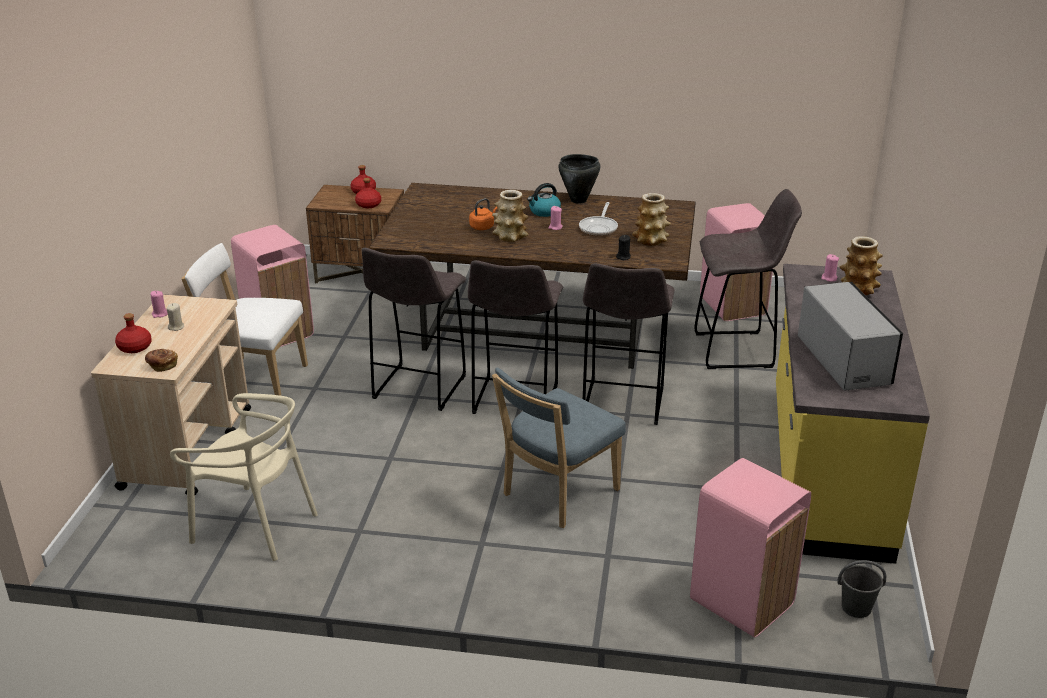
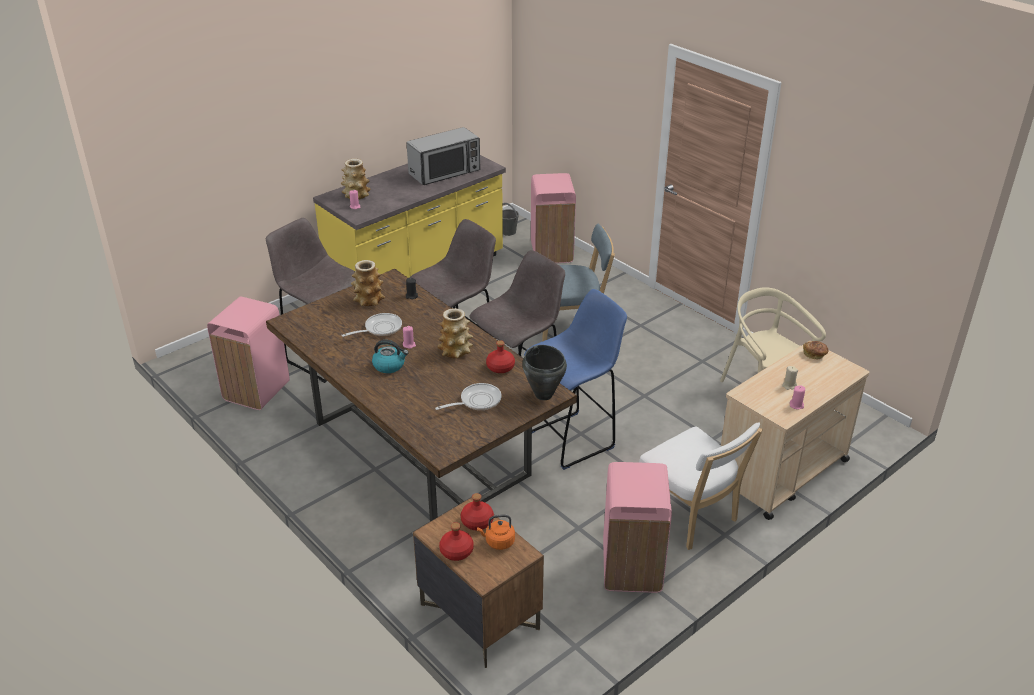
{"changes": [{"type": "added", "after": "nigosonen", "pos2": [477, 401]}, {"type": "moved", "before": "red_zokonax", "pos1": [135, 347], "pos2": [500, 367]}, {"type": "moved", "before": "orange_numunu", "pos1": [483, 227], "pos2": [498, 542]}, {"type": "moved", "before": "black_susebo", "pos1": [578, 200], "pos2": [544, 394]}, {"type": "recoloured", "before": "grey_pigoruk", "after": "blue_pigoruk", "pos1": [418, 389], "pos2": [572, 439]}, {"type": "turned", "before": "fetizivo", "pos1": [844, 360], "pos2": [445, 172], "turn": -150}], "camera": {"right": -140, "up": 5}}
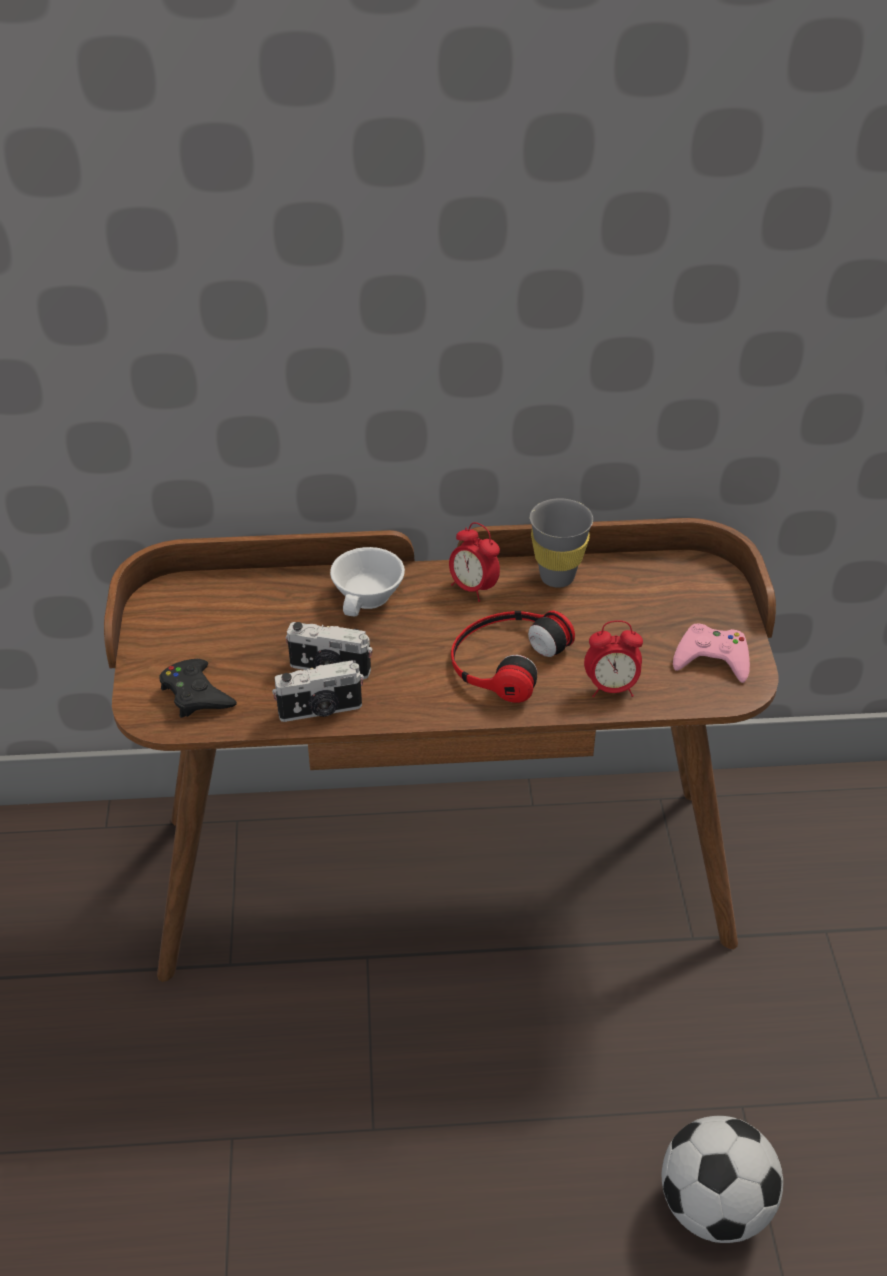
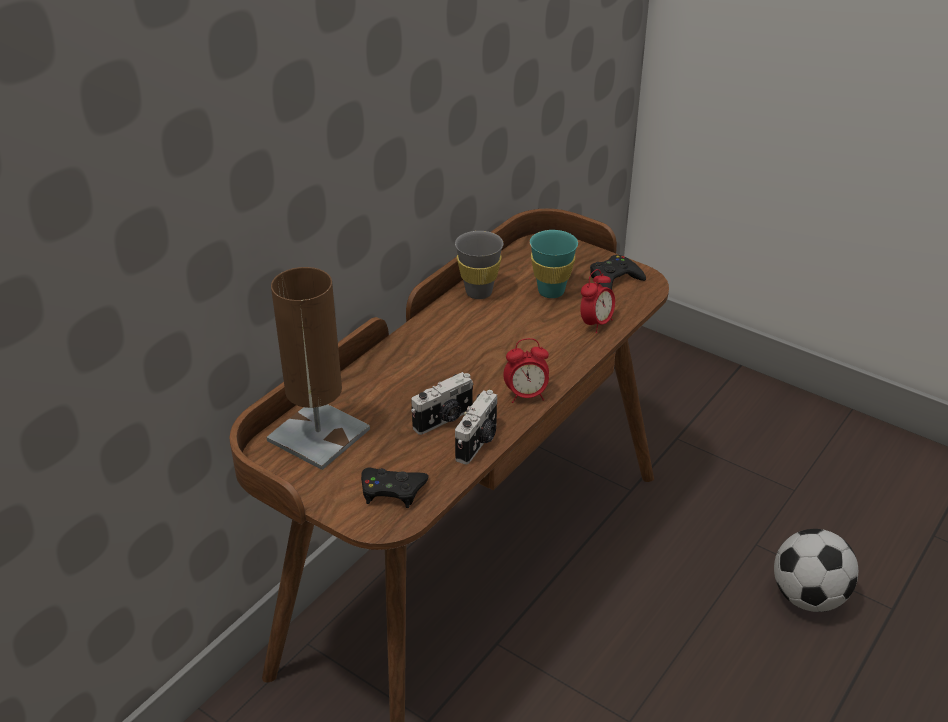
{"changes": [{"type": "removed", "before": "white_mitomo", "pos1": [370, 597]}, {"type": "removed", "before": "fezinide", "pos1": [505, 659]}, {"type": "added", "after": "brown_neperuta", "pos2": [318, 435]}, {"type": "added", "after": "turquoise_mitomo", "pos2": [551, 291]}, {"type": "moved", "before": "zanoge", "pos1": [473, 588], "pos2": [526, 395]}, {"type": "recoloured", "before": "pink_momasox", "after": "black_momasox", "pos1": [712, 659], "pos2": [614, 279]}], "camera": {"right": -50, "up": -5}}
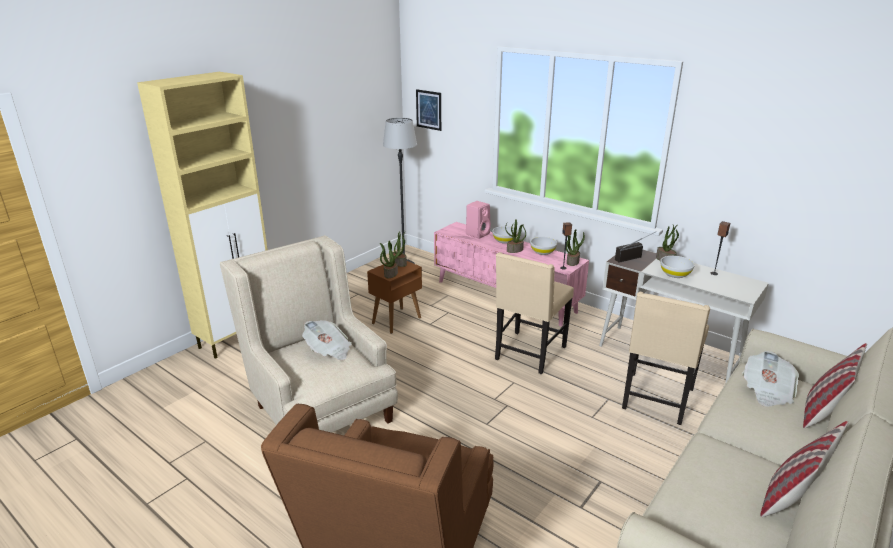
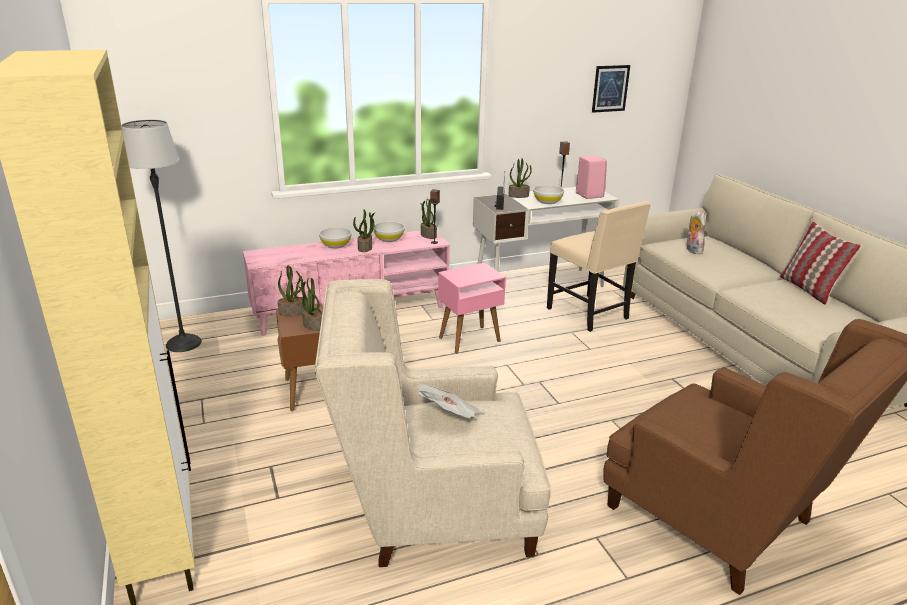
{"changes": [{"type": "removed", "before": "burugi", "pos1": [822, 412]}, {"type": "moved", "before": "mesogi", "pos1": [428, 110], "pos2": [610, 88]}, {"type": "moved", "before": "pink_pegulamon", "pos1": [478, 233], "pos2": [588, 195]}, {"type": "replaced", "before": "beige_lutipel", "after": "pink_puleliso", "pos1": [529, 354], "pos2": [469, 339]}, {"type": "replaced", "before": "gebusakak", "after": "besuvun", "pos1": [767, 391], "pos2": [692, 250]}], "camera": {"right": -60, "up": 0}}
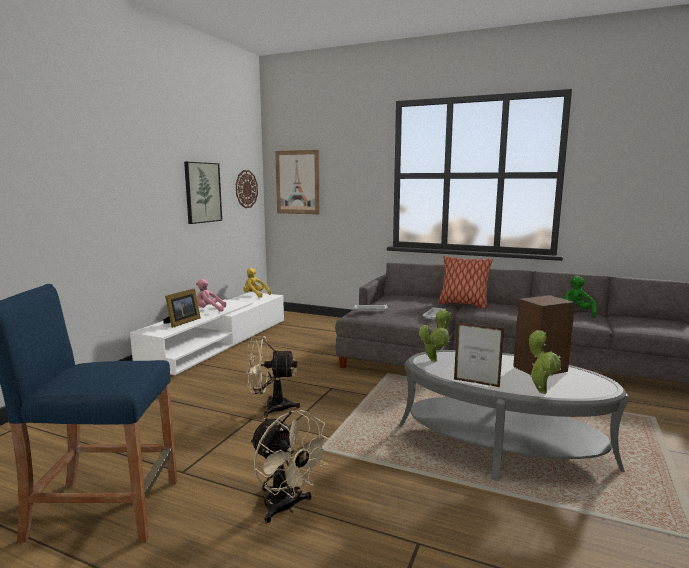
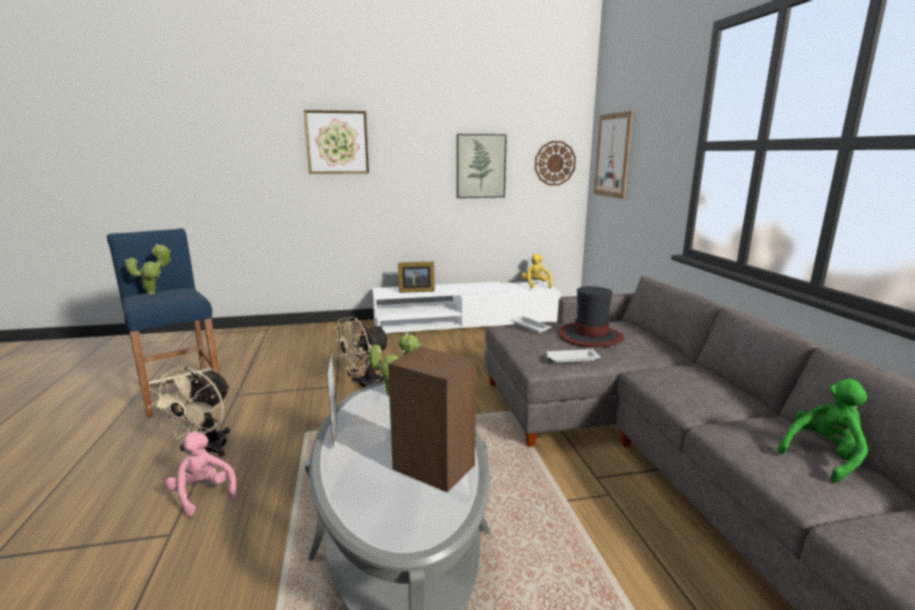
{"changes": [{"type": "removed", "before": "burugi", "pos1": [463, 304]}, {"type": "added", "after": "mesogi", "pos2": [337, 142]}, {"type": "added", "after": "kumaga", "pos2": [590, 337]}, {"type": "moved", "before": "pink_besuvun", "pos1": [209, 310], "pos2": [203, 494]}, {"type": "moved", "before": "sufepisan", "pos1": [541, 390], "pos2": [154, 293]}, {"type": "turned", "before": "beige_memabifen", "pos1": [271, 407], "pos2": [364, 385], "turn": -90}], "camera": {"right": 55, "up": 5}}
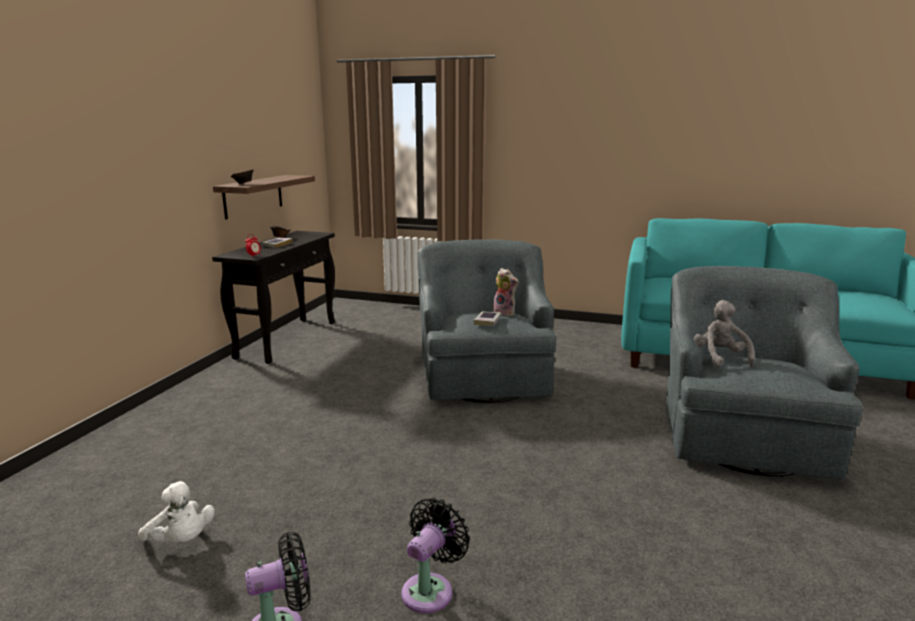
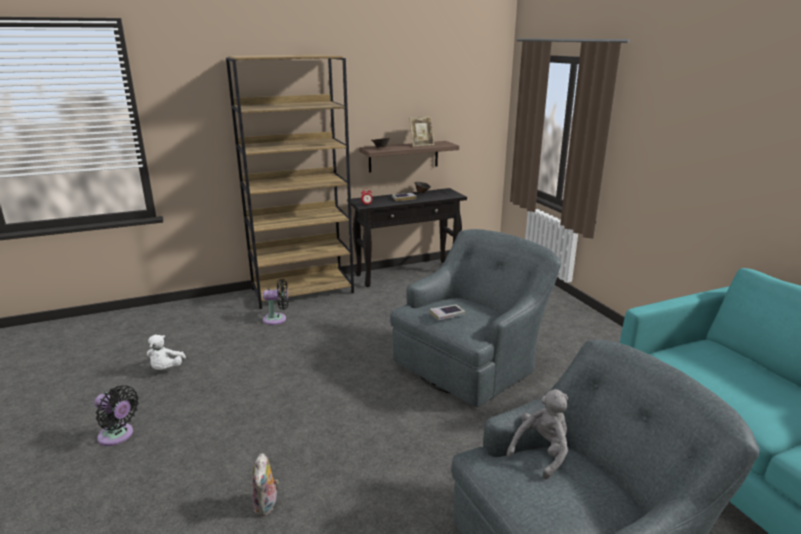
{"changes": [{"type": "added", "after": "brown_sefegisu", "pos2": [303, 291]}, {"type": "added", "after": "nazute", "pos2": [421, 145]}, {"type": "moved", "before": "black_memabifen", "pos1": [430, 589], "pos2": [277, 319]}, {"type": "moved", "before": "besuvun", "pos1": [505, 313], "pos2": [267, 505]}], "camera": {"right": 50, "up": 5}}
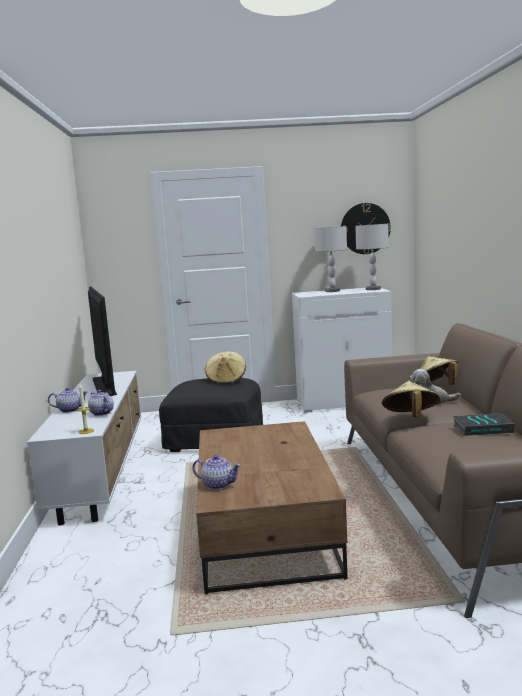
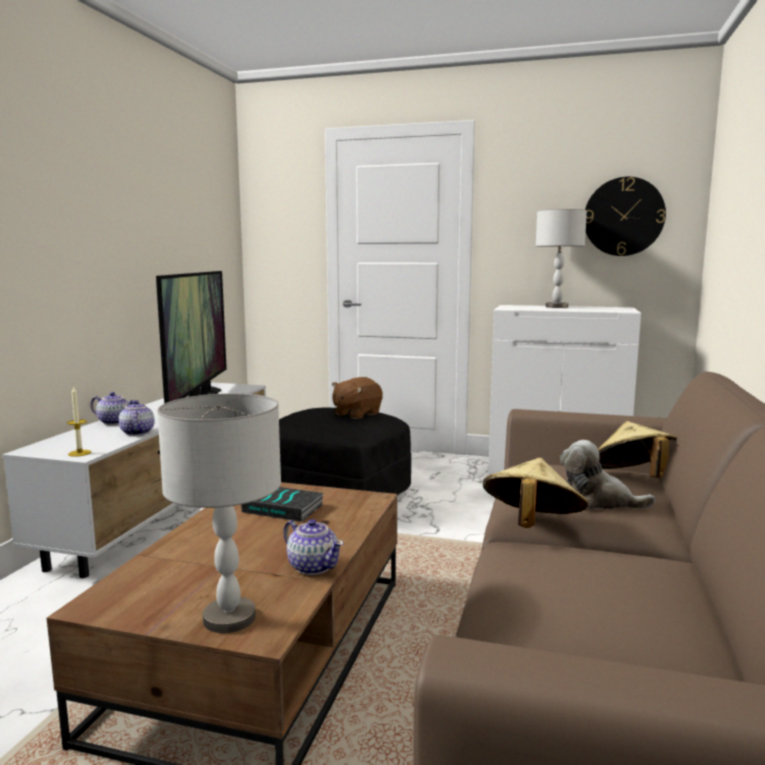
{"changes": [{"type": "moved", "before": "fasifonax", "pos1": [217, 485], "pos2": [313, 566]}, {"type": "moved", "before": "grey_neperuta", "pos1": [373, 289], "pos2": [230, 618]}, {"type": "moved", "before": "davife", "pos1": [483, 428], "pos2": [284, 508]}, {"type": "replaced", "before": "beige_kumaga", "after": "brown_besuvun", "pos1": [226, 380], "pos2": [356, 414]}], "camera": {"right": 20, "up": 0}}
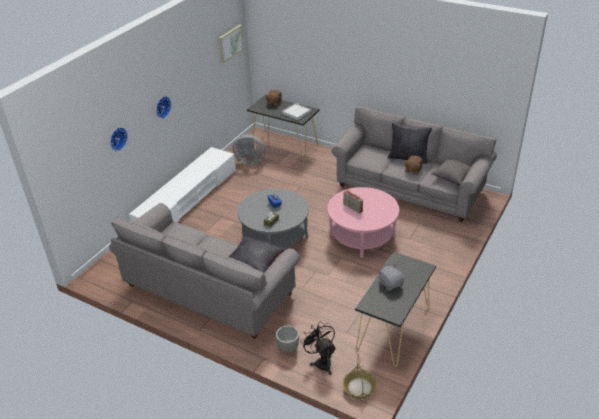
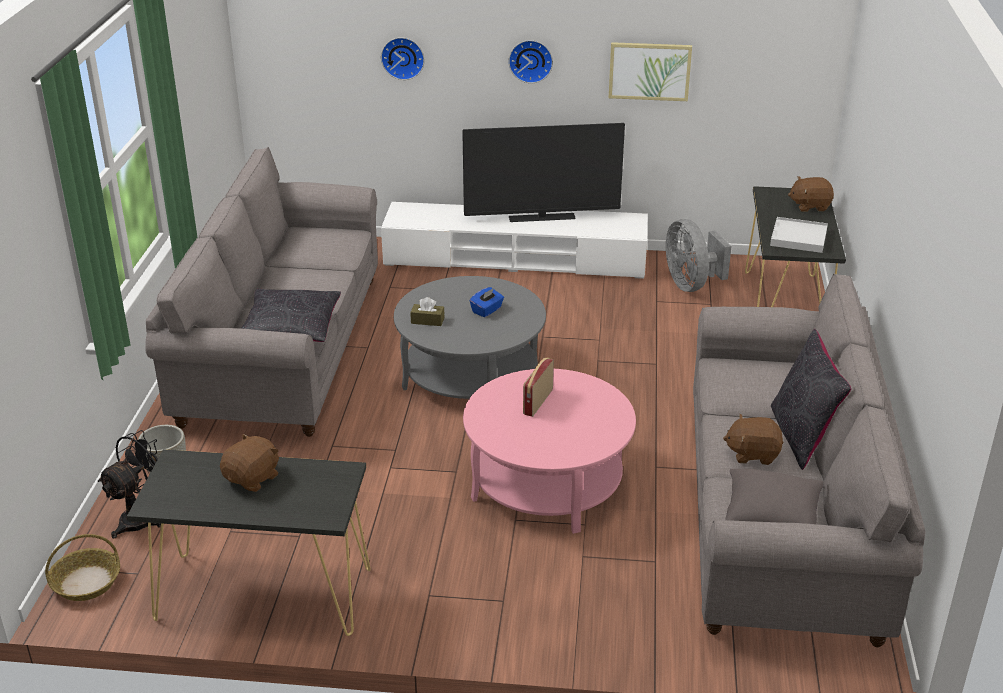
{"changes": [{"type": "added", "after": "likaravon", "pos2": [542, 218]}, {"type": "moved", "before": "mesogi", "pos1": [230, 43], "pos2": [649, 71]}, {"type": "recoloured", "before": "grey_besuvun", "after": "brown_besuvun", "pos1": [390, 284], "pos2": [253, 478]}], "camera": {"right": 65, "up": -5}}
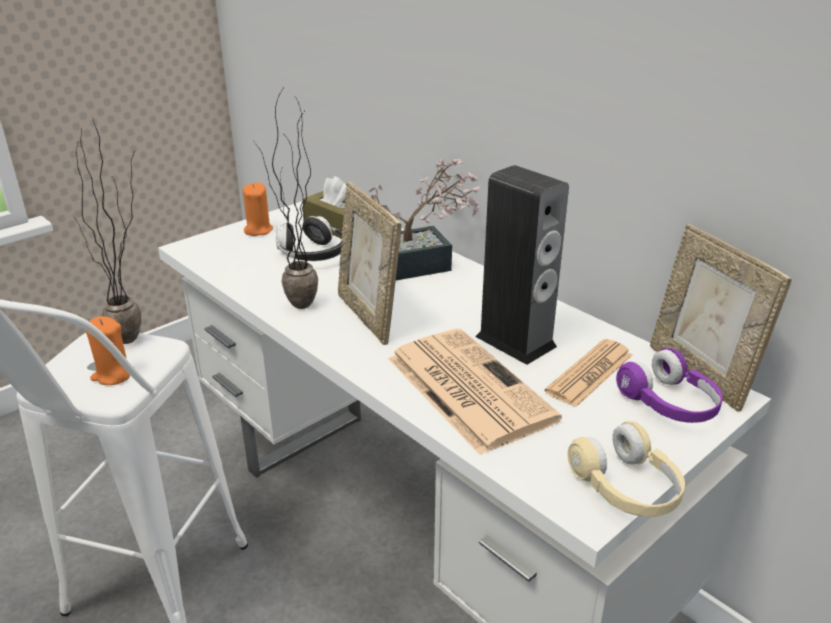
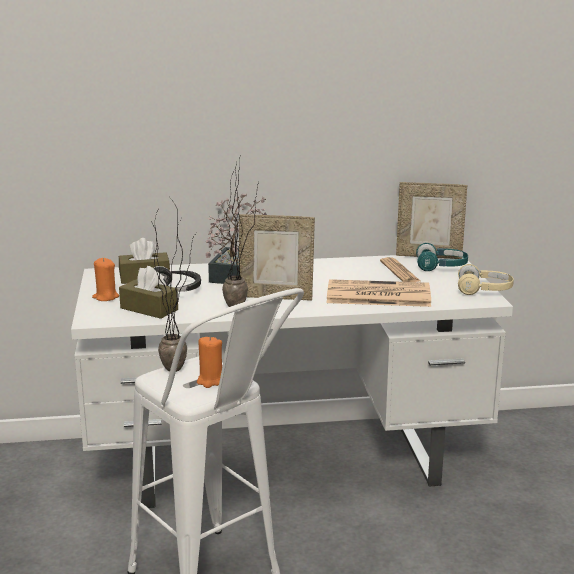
{"changes": [{"type": "removed", "before": "pegulamon", "pos1": [515, 341]}, {"type": "added", "after": "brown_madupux", "pos2": [149, 309]}, {"type": "recoloured", "before": "purple_fezinide", "after": "turquoise_fezinide", "pos1": [669, 404], "pos2": [441, 267]}], "camera": {"right": -55, "up": -10}}
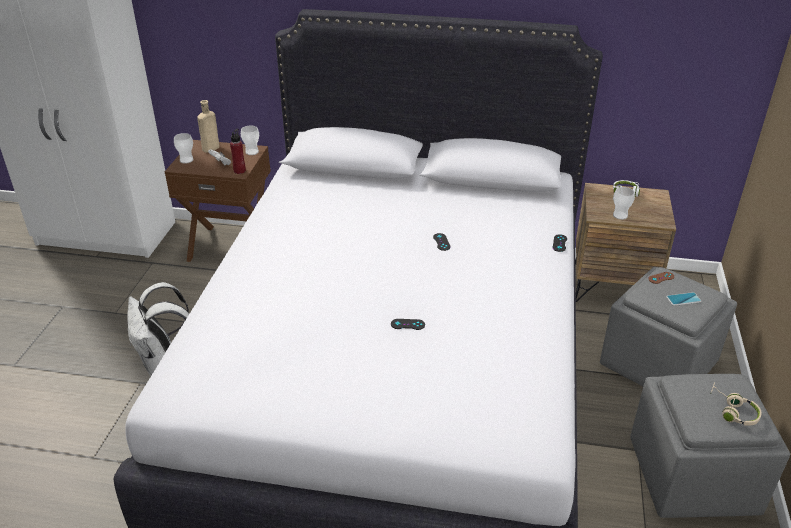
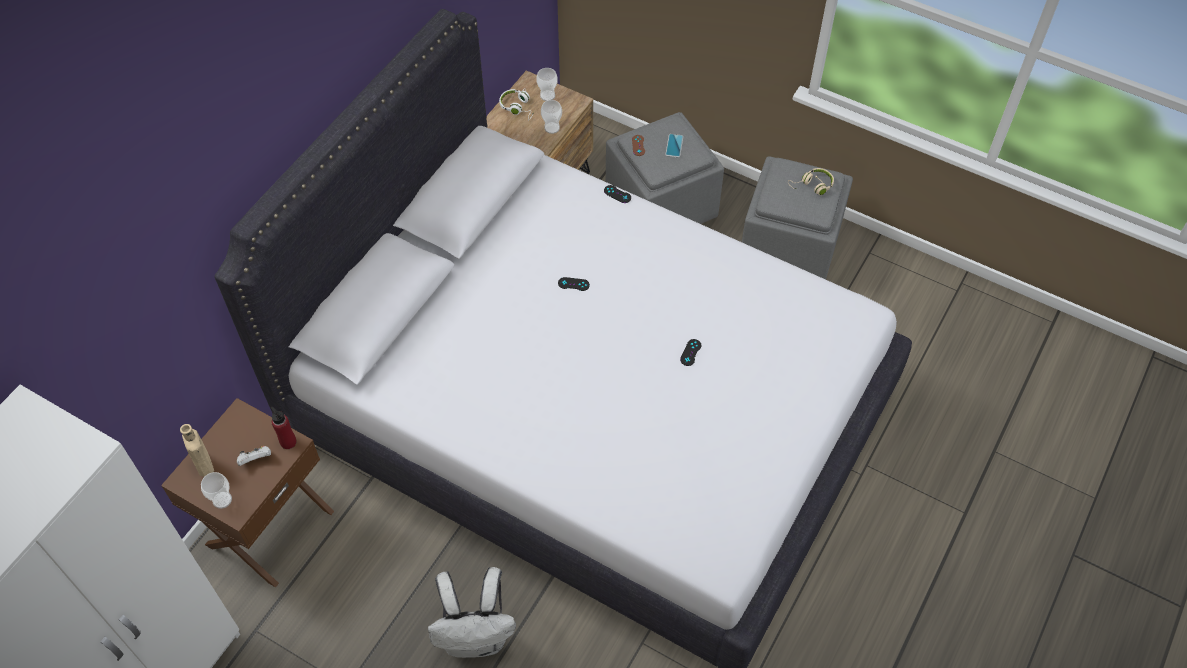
{"changes": [{"type": "moved", "before": "mitomo", "pos1": [252, 152], "pos2": [547, 95]}], "camera": {"right": -70, "up": 20}}
